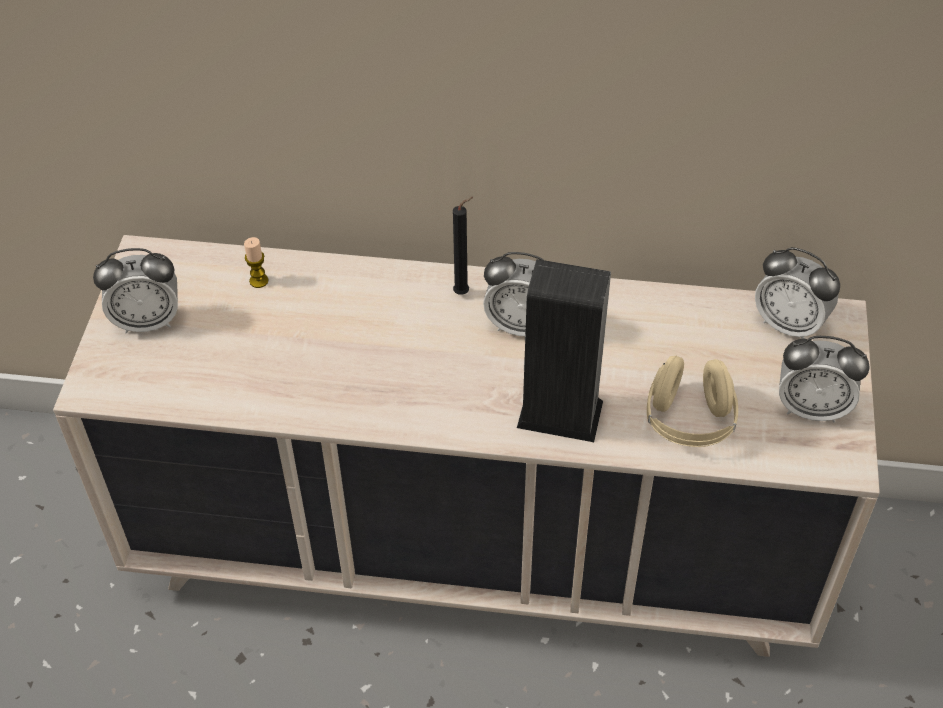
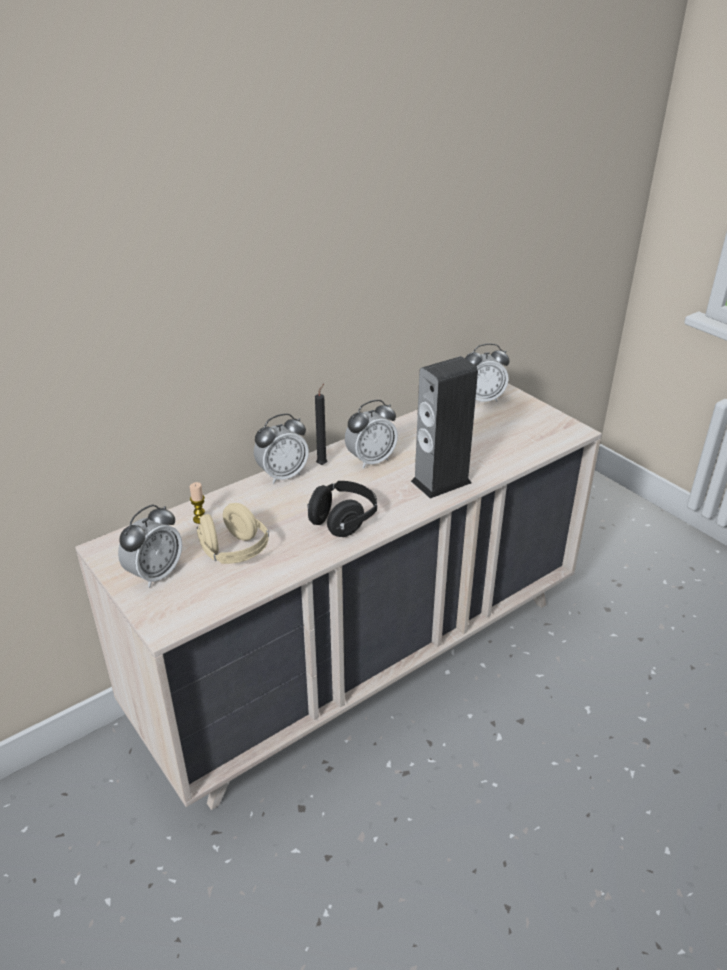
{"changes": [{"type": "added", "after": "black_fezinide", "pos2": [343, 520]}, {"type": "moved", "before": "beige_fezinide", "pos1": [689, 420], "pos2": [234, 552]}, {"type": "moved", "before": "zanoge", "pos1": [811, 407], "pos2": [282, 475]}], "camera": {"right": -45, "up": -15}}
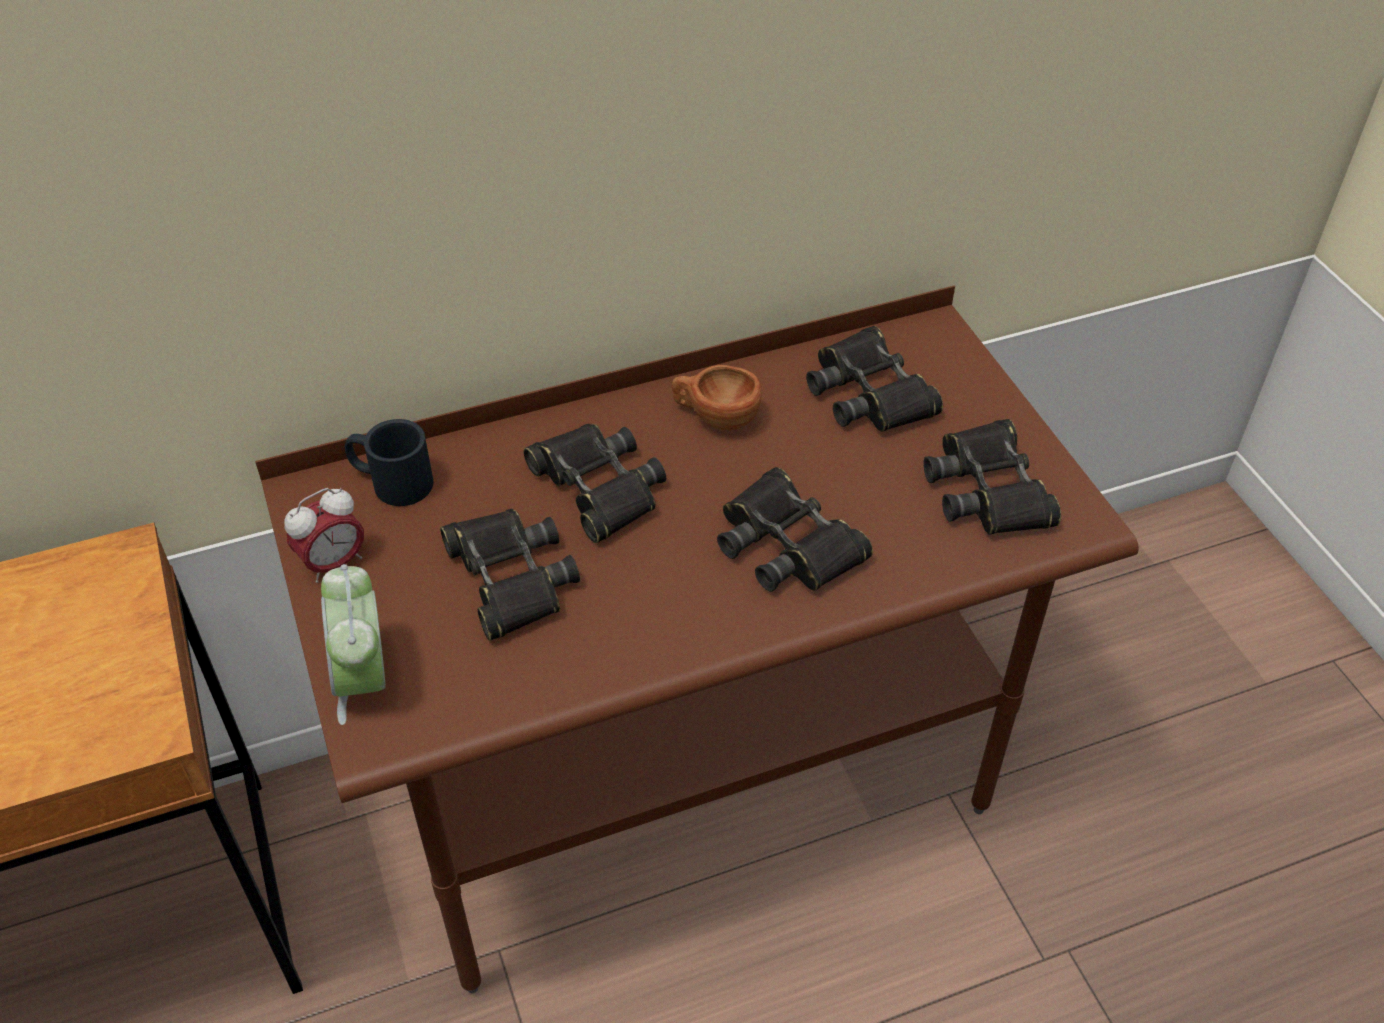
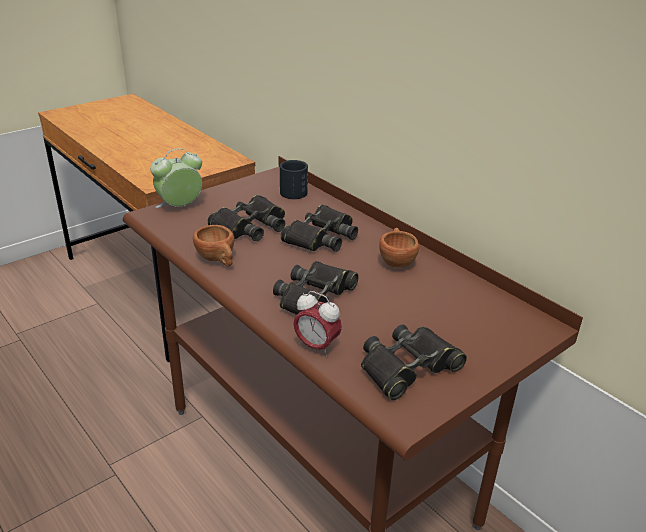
{"changes": [{"type": "removed", "before": "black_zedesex", "pos1": [869, 393]}, {"type": "added", "after": "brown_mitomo", "pos2": [218, 260]}, {"type": "moved", "before": "zanoge", "pos1": [333, 564], "pos2": [316, 347]}], "camera": {"right": 70, "up": -15}}
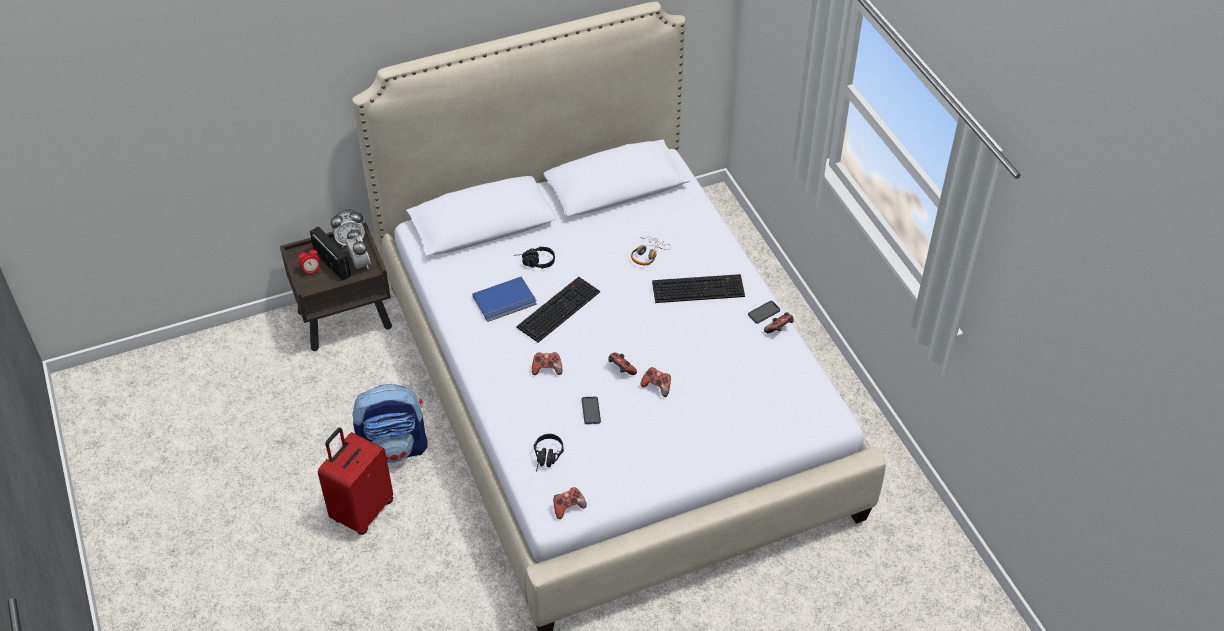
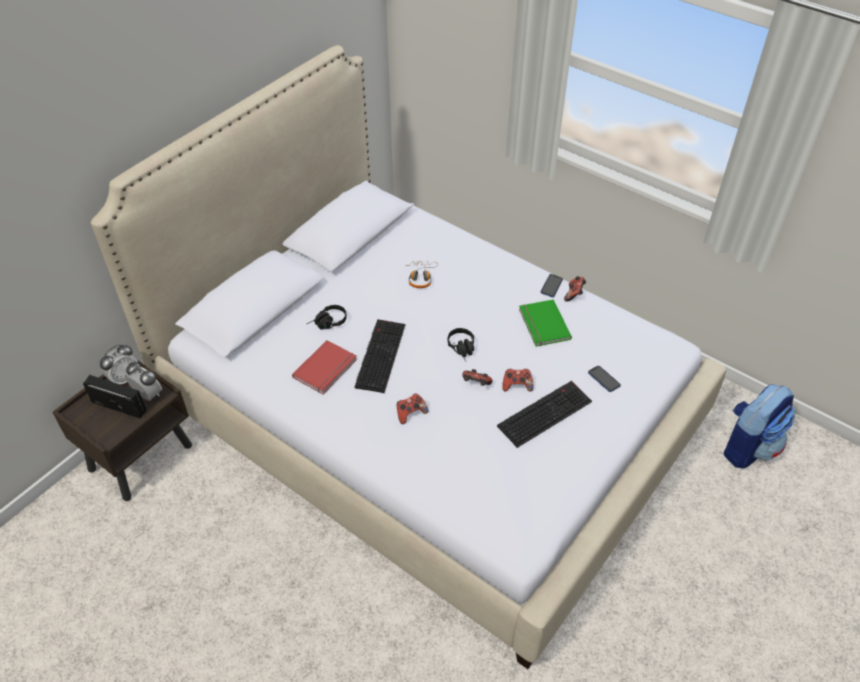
{"changes": [{"type": "removed", "before": "zanoge", "pos1": [311, 271]}, {"type": "removed", "before": "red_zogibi", "pos1": [362, 511]}, {"type": "removed", "before": "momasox", "pos1": [568, 507]}, {"type": "added", "after": "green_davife", "pos2": [542, 325]}, {"type": "moved", "before": "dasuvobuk", "pos1": [394, 448], "pos2": [748, 446]}, {"type": "moved", "before": "black_fezinide", "pos1": [547, 458], "pos2": [463, 350]}, {"type": "moved", "before": "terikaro", "pos1": [591, 411], "pos2": [604, 379]}, {"type": "moved", "before": "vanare", "pos1": [699, 288], "pos2": [544, 412]}, {"type": "recoloured", "before": "blue_davife", "after": "red_davife", "pos1": [505, 302], "pos2": [326, 369]}], "camera": {"right": -30, "up": 0}}
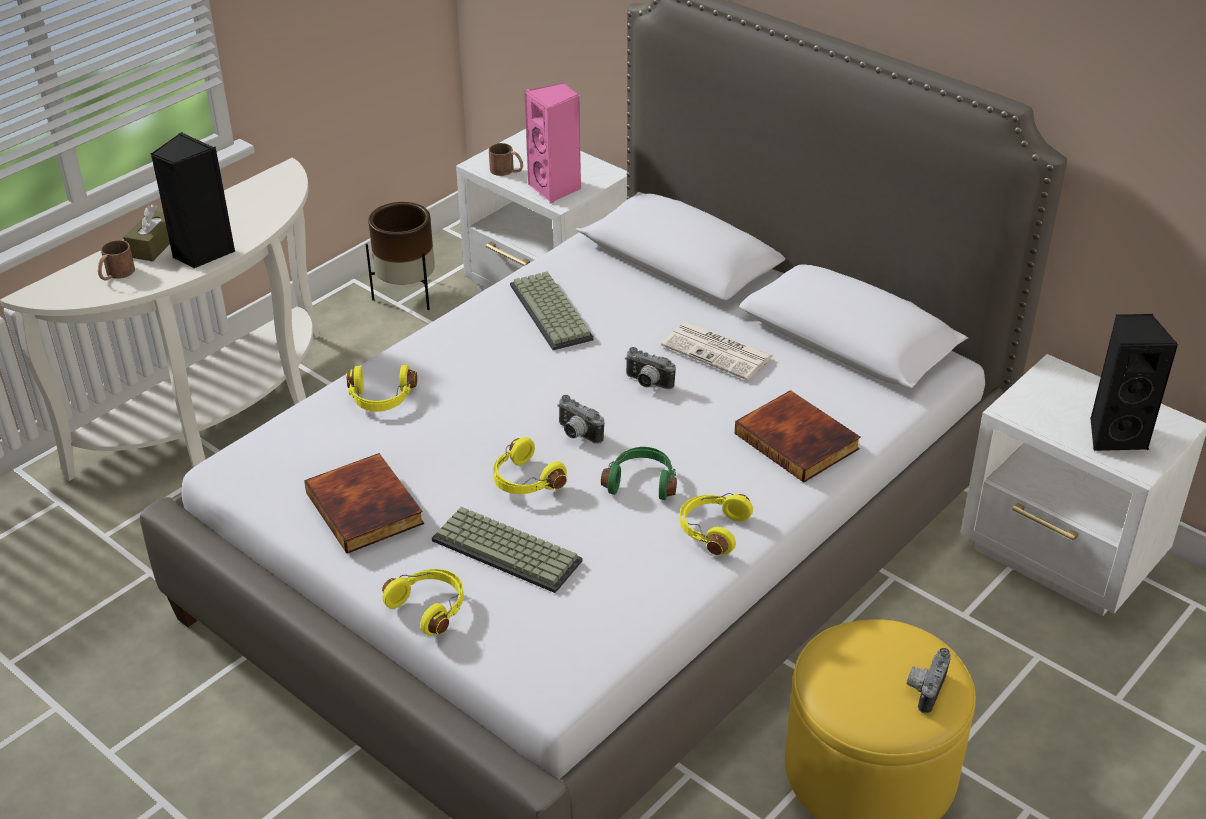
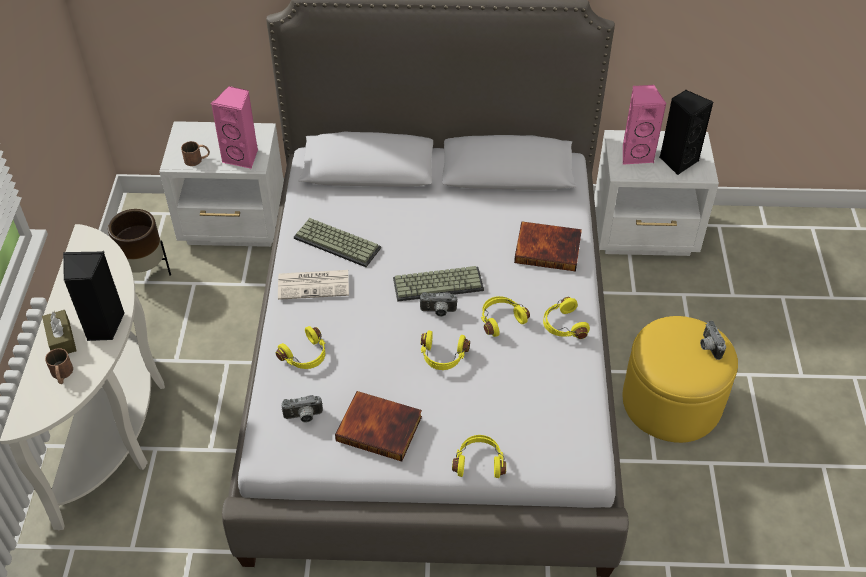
{"changes": [{"type": "added", "after": "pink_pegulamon", "pos2": [636, 154]}, {"type": "moved", "before": "vanare", "pos1": [509, 550], "pos2": [438, 283]}, {"type": "moved", "before": "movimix", "pos1": [647, 383], "pos2": [303, 417]}, {"type": "moved", "before": "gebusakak", "pos1": [719, 352], "pos2": [314, 284]}, {"type": "recoloured", "before": "green_fezinide", "after": "yellow_fezinide", "pos1": [641, 482], "pos2": [500, 319]}], "camera": {"right": -40, "up": 10}}
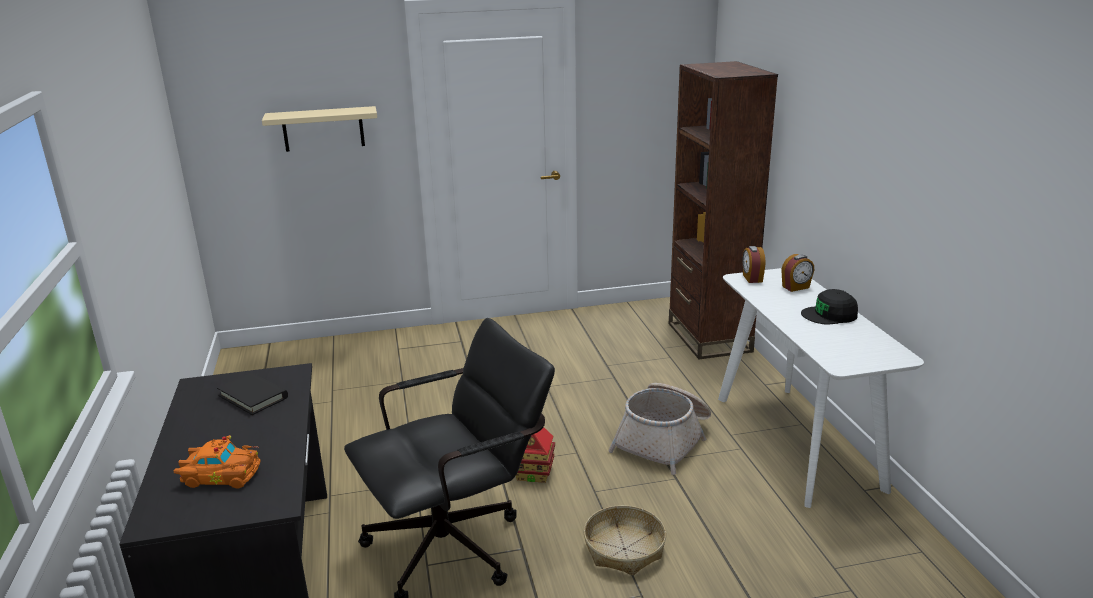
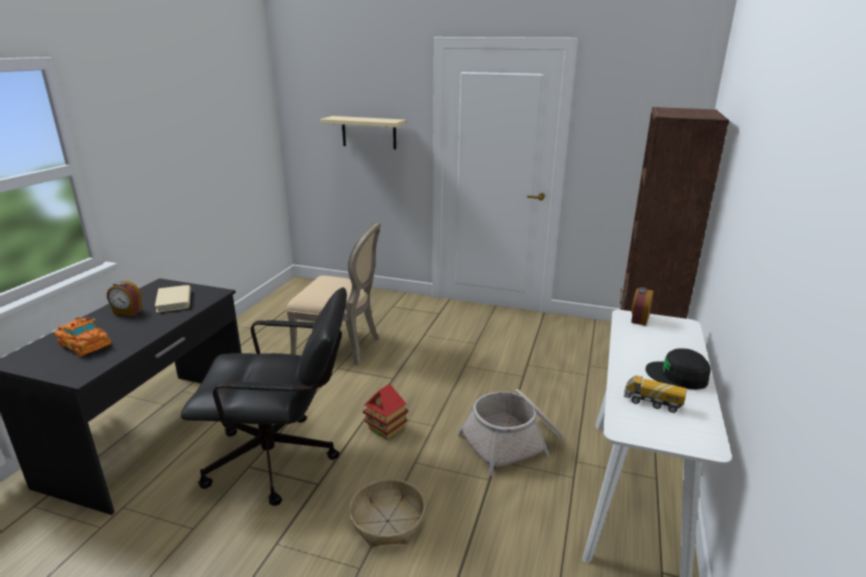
{"changes": [{"type": "added", "after": "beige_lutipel", "pos2": [341, 347]}, {"type": "added", "after": "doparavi", "pos2": [652, 403]}, {"type": "moved", "before": "zanoge", "pos1": [796, 287], "pos2": [127, 312]}, {"type": "recoloured", "before": "black_davife", "after": "beige_davife", "pos1": [253, 396], "pos2": [174, 301]}], "camera": {"right": 30, "up": 0}}
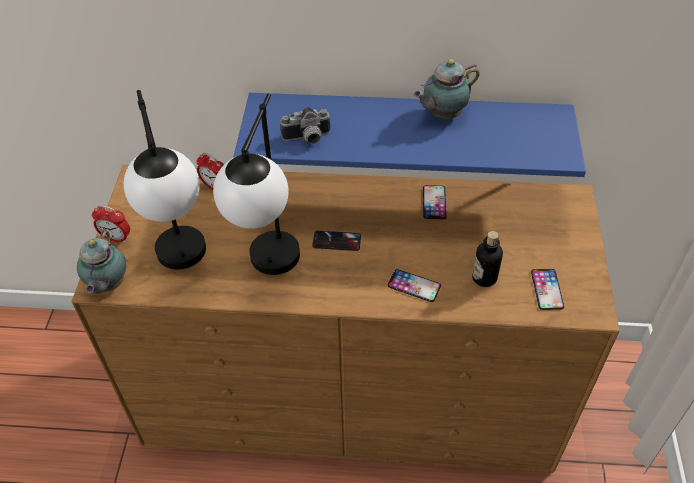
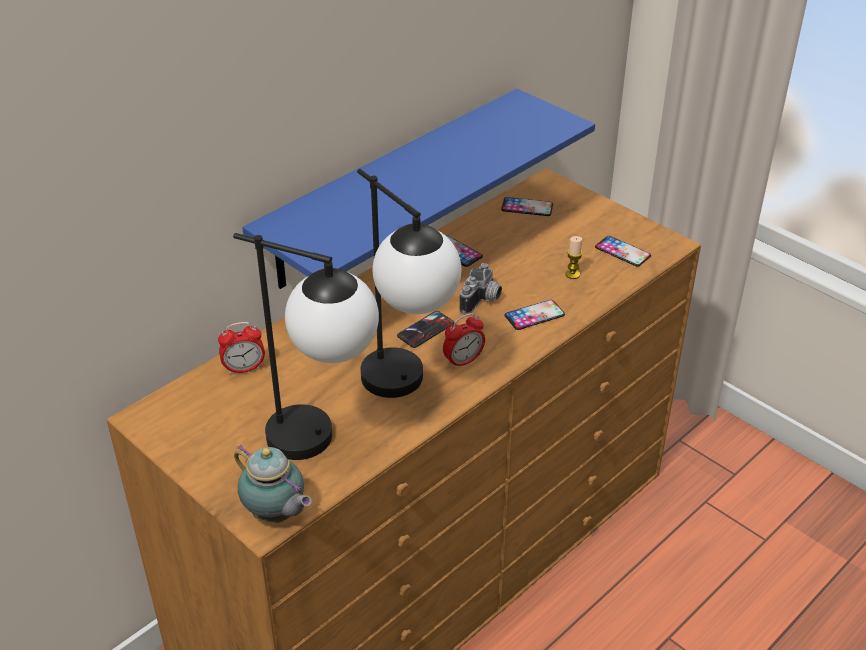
{"changes": [{"type": "removed", "before": "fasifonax", "pos1": [442, 114]}, {"type": "added", "after": "terikaro", "pos2": [527, 207]}, {"type": "moved", "before": "zanoge", "pos1": [116, 238], "pos2": [463, 361]}, {"type": "moved", "before": "movimix", "pos1": [307, 139], "pos2": [482, 301]}, {"type": "replaced", "before": "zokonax", "after": "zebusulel", "pos1": [484, 278], "pos2": [572, 274]}], "camera": {"right": -50, "up": -10}}
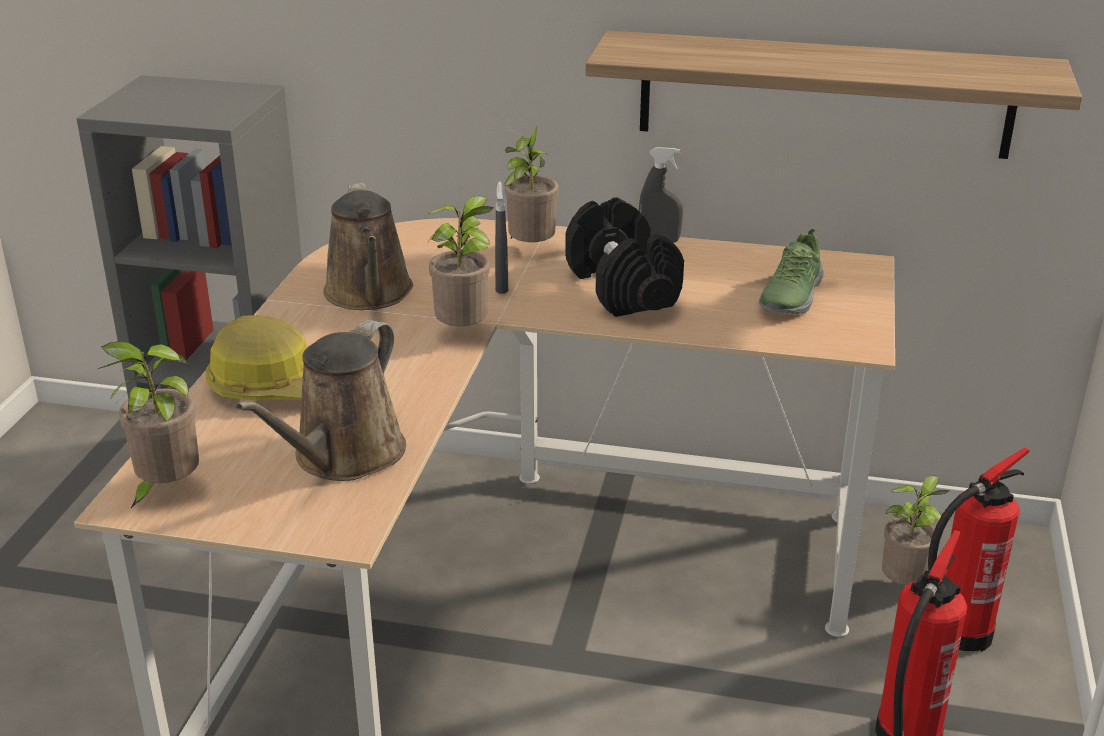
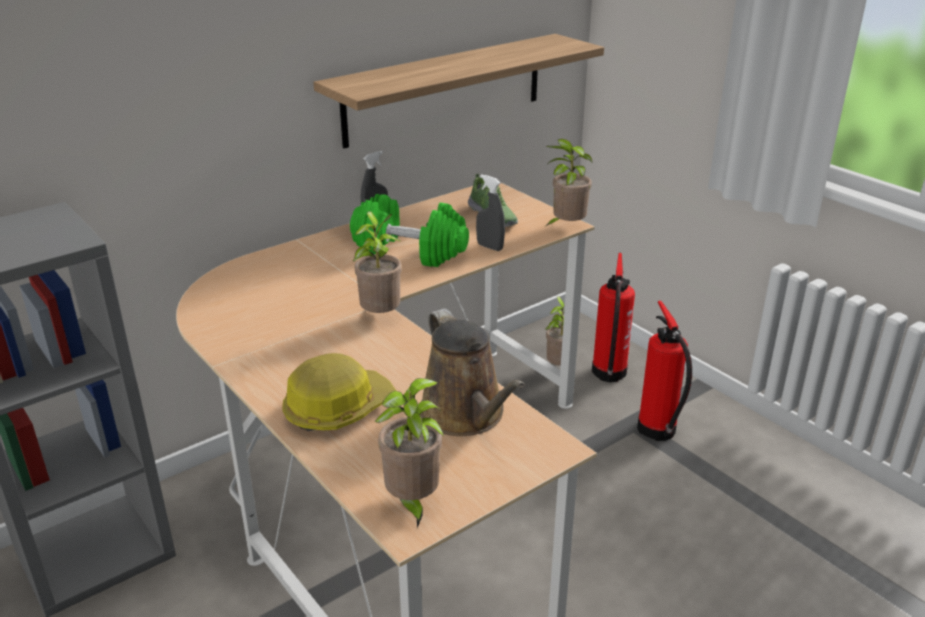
{"changes": [{"type": "removed", "before": "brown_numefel", "pos1": [369, 294]}, {"type": "moved", "before": "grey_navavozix", "pos1": [501, 286], "pos2": [490, 247]}, {"type": "moved", "before": "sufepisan", "pos1": [530, 249], "pos2": [566, 227]}, {"type": "recoloured", "before": "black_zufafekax", "after": "green_zufafekax", "pos1": [623, 288], "pos2": [410, 251]}], "camera": {"right": -50, "up": 0}}
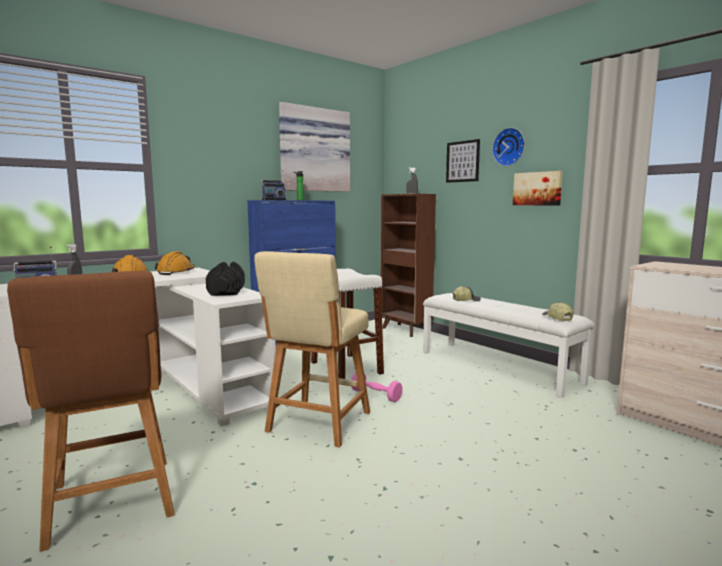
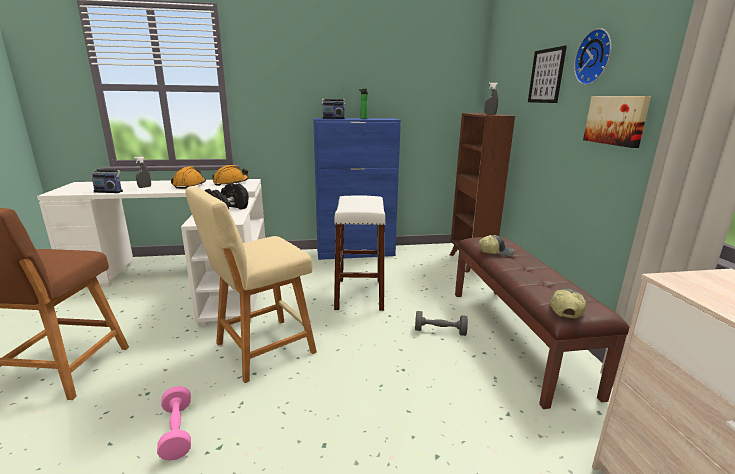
{"changes": [{"type": "removed", "before": "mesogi", "pos1": [314, 150]}, {"type": "added", "after": "grey_zufafekax", "pos2": [440, 331]}, {"type": "moved", "before": "pink_zufafekax", "pos1": [376, 395], "pos2": [177, 431]}, {"type": "recoloured", "before": "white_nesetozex", "after": "brown_nesetozex", "pos1": [498, 366], "pos2": [516, 337]}], "camera": {"right": 30, "up": 10}}
